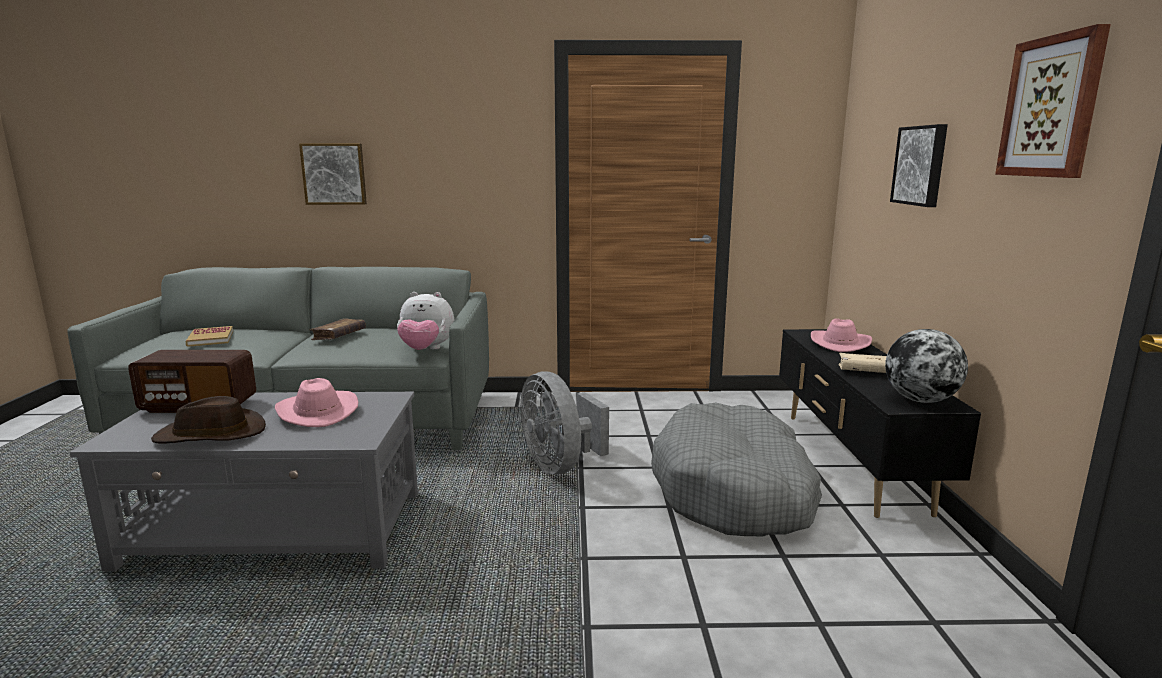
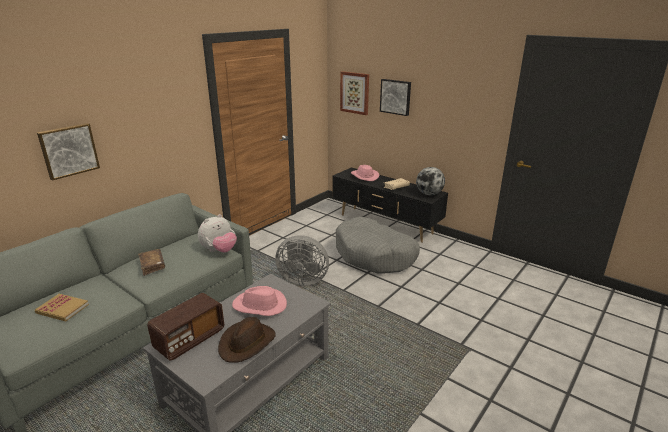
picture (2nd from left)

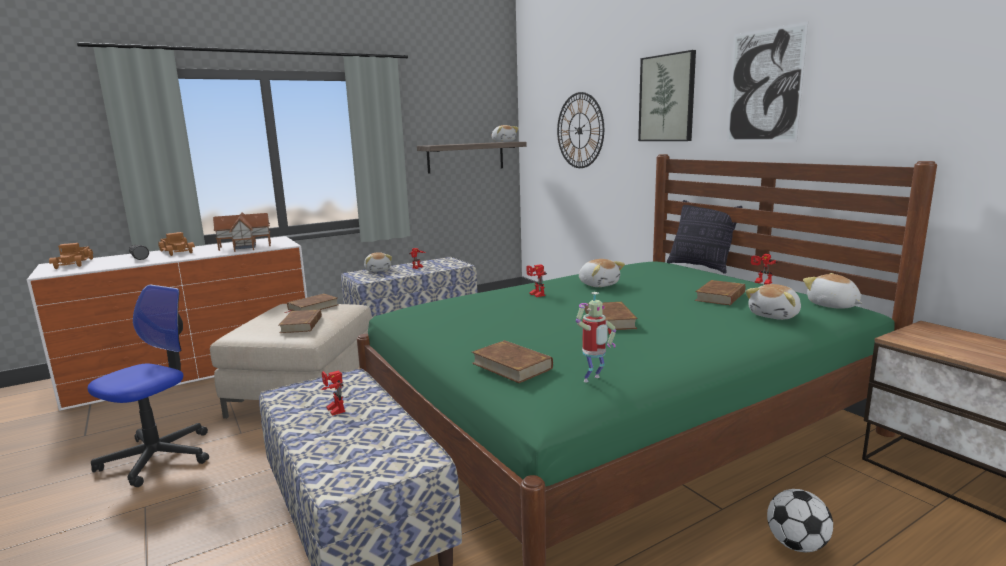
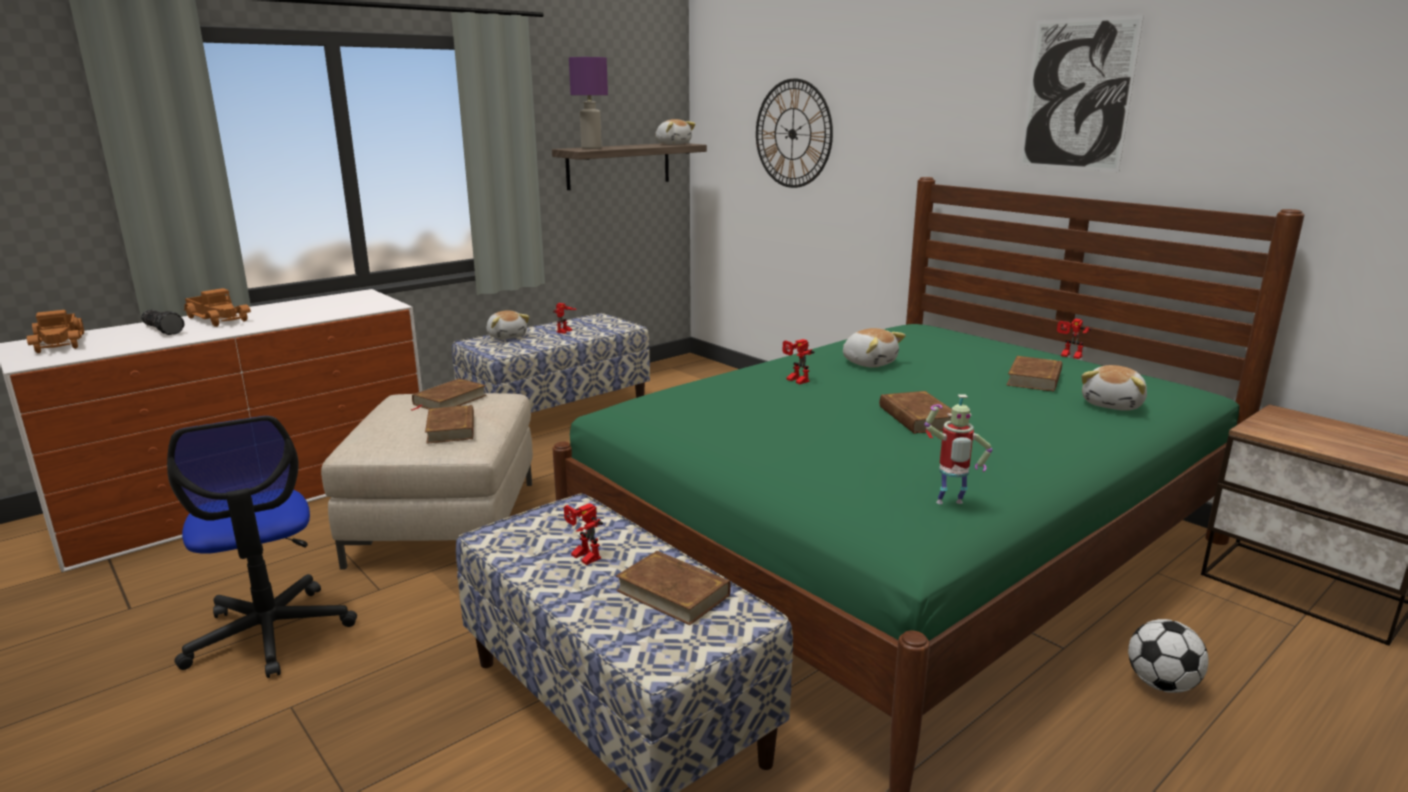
office chair; toy house; brown book (3rd from left); toy robot (4th from left); picture (1st from left in the first image); pillow; plush toy (5th from left in the first image); purple table lamp

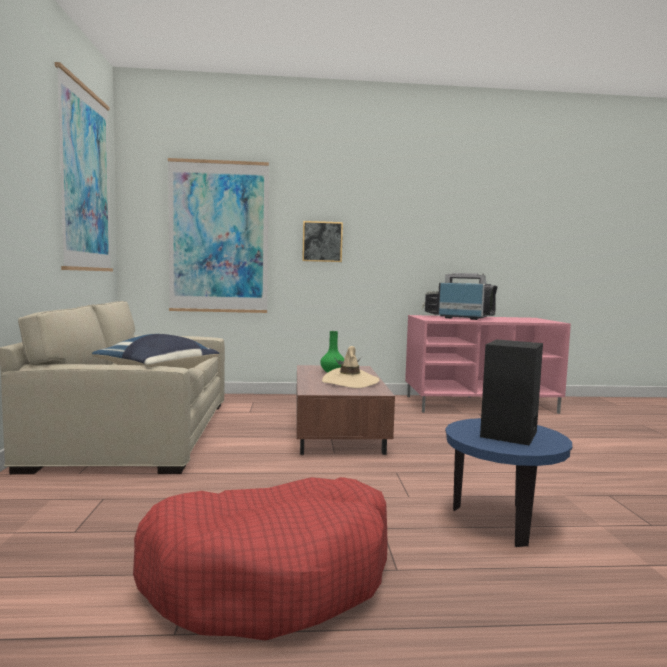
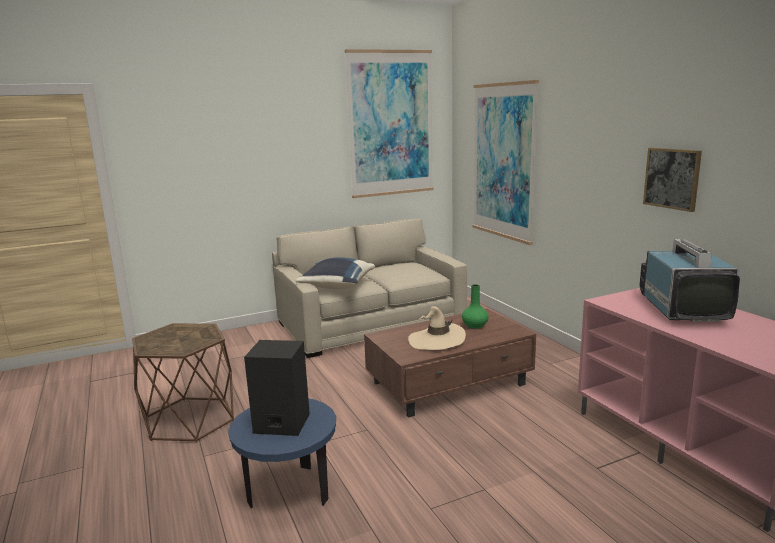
brown side table; picture (3rd from left)

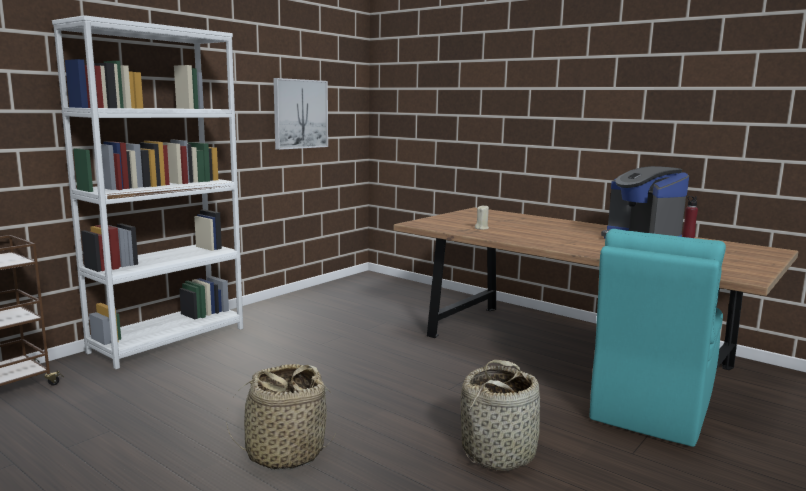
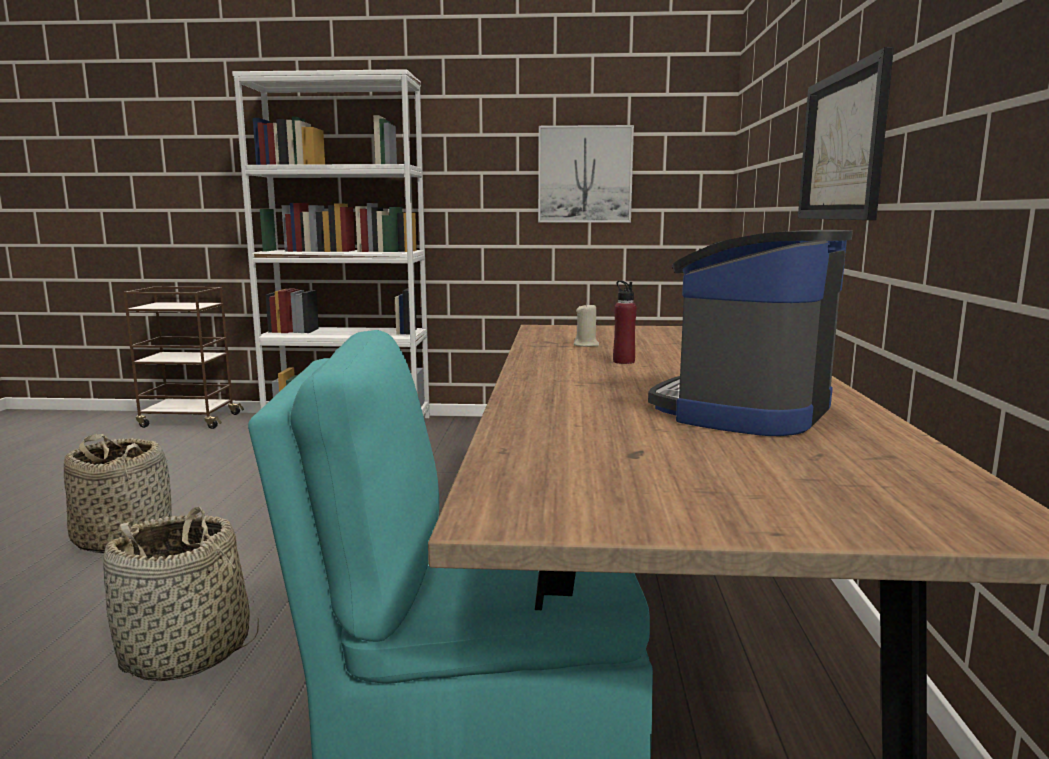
red bottle; picture (2nd from left)

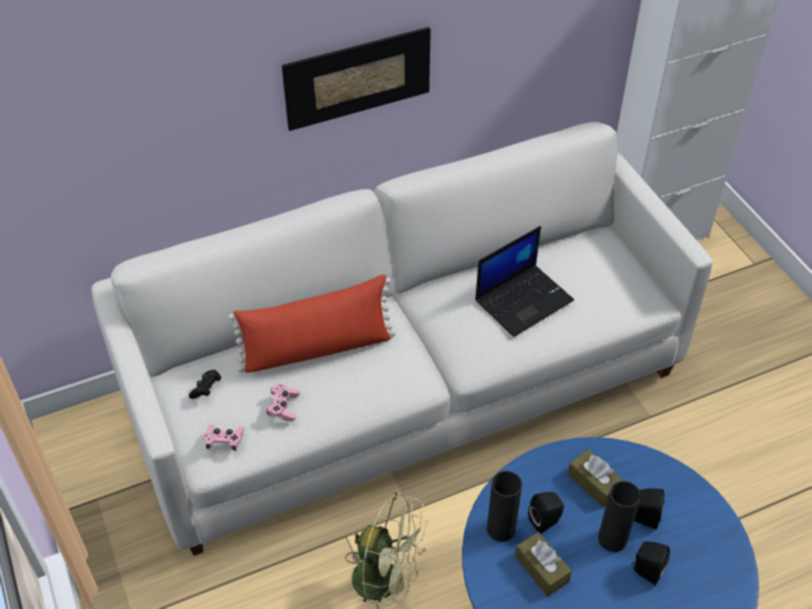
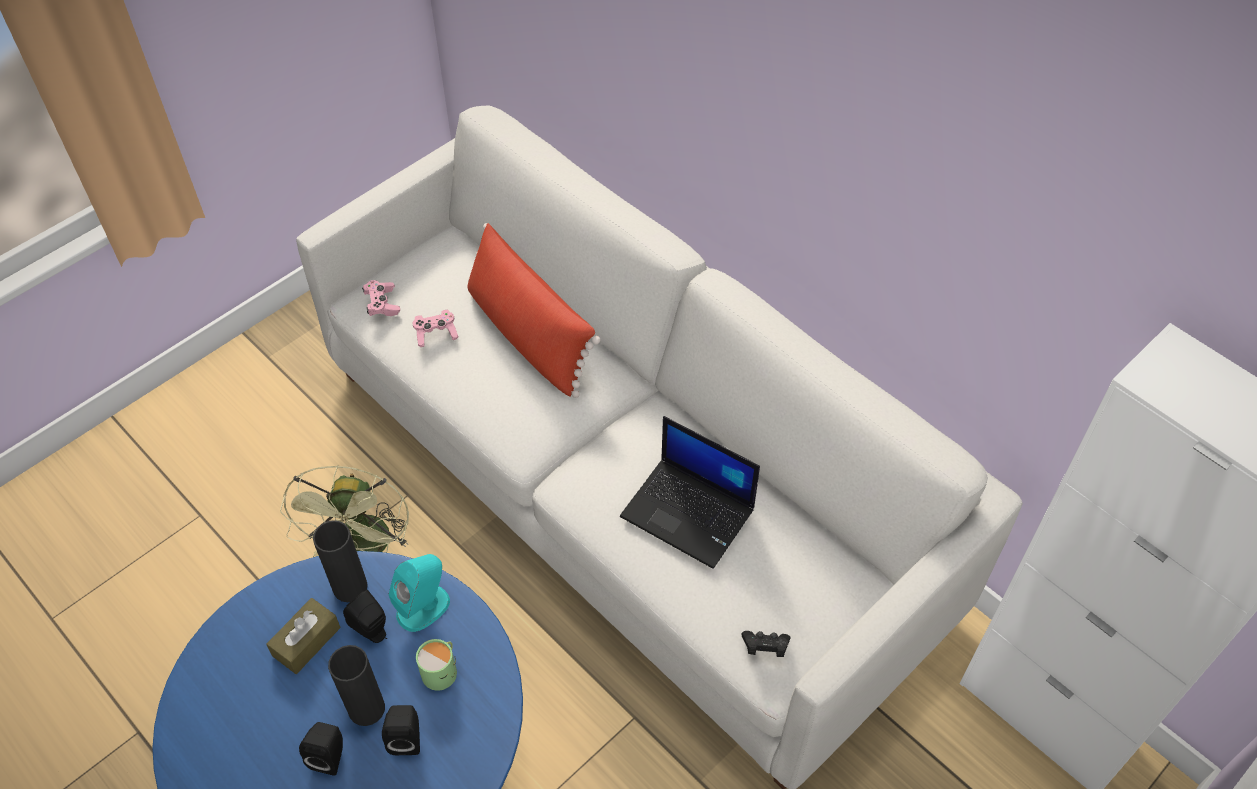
black game controller; picture; green mug; turquoise speaker

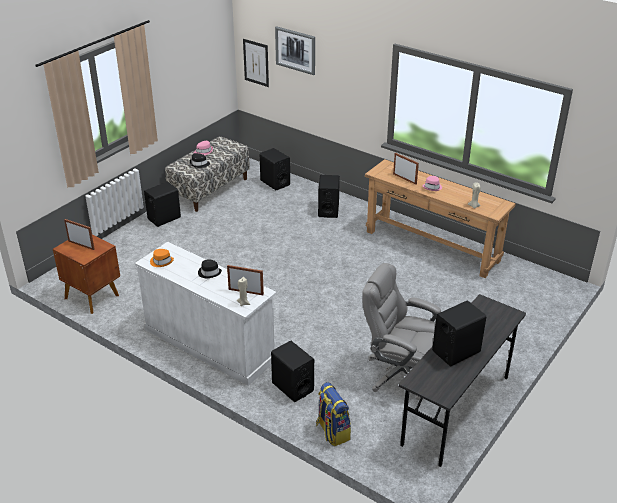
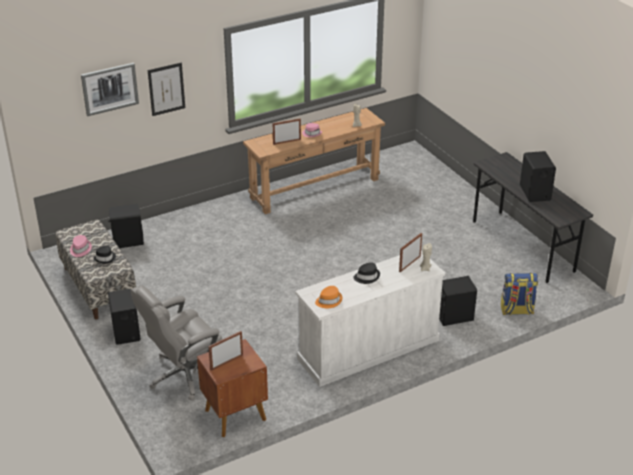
picture (2nd from left); black speaker (4th from left in the first image); grey office chair

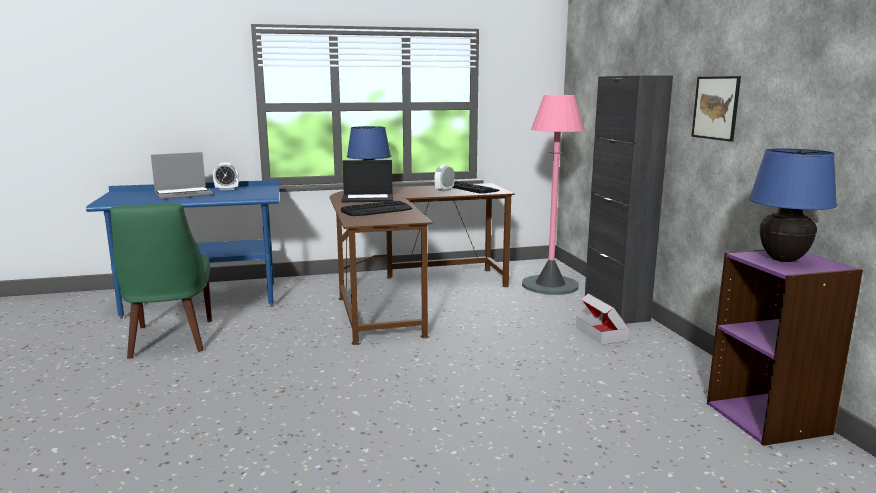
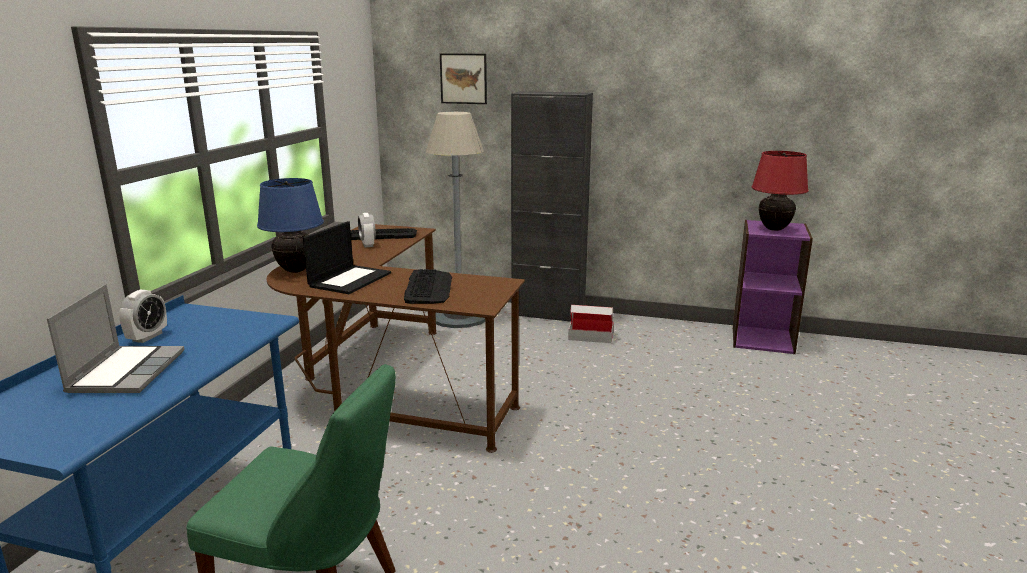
grey floor lamp; picture; red table lamp

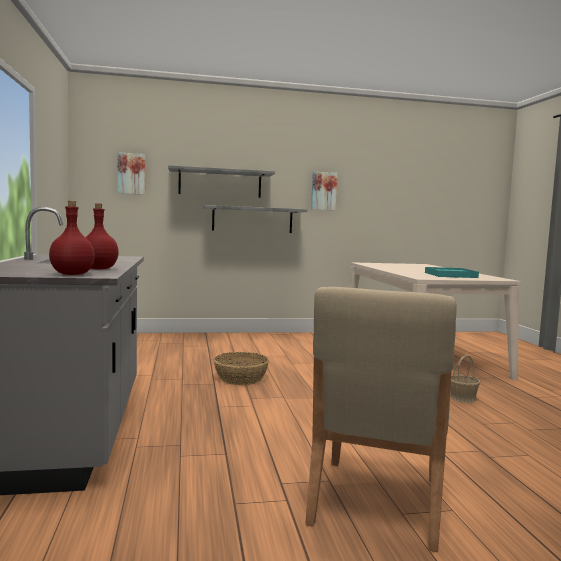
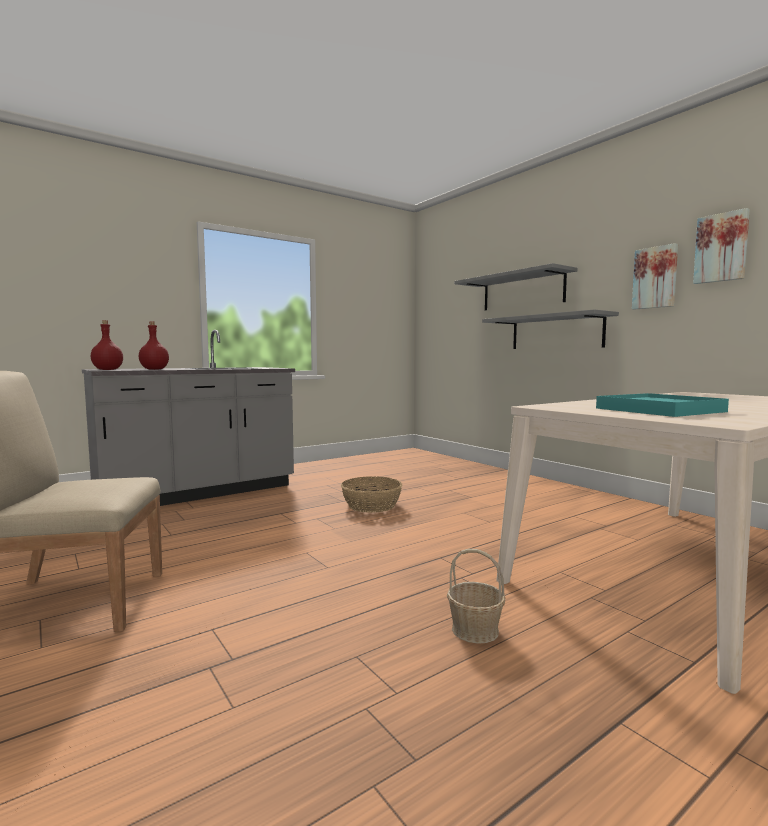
picture (2nd from left)

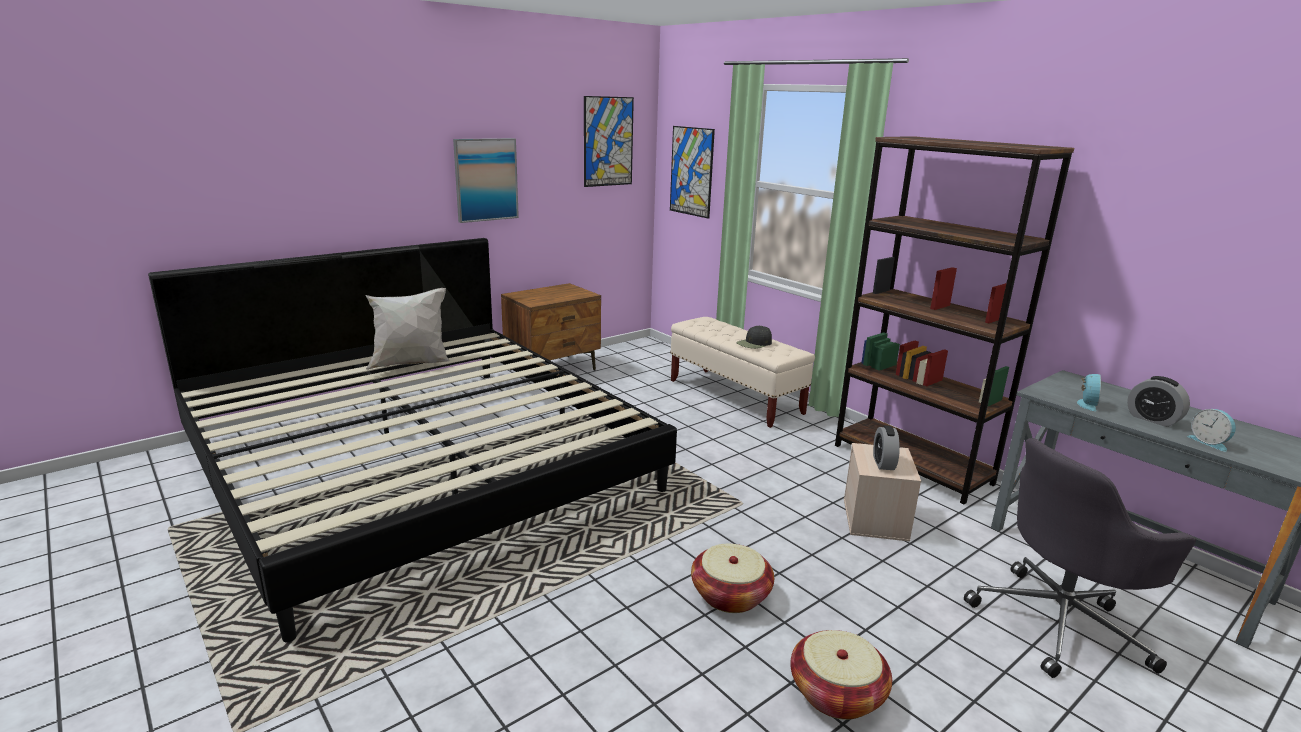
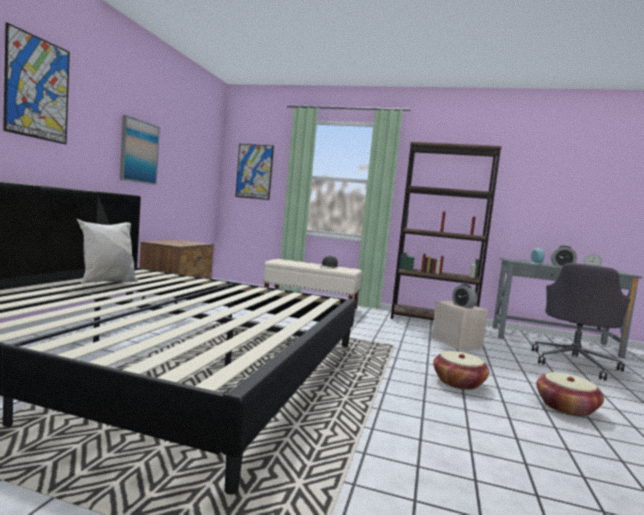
picture (1st from left)

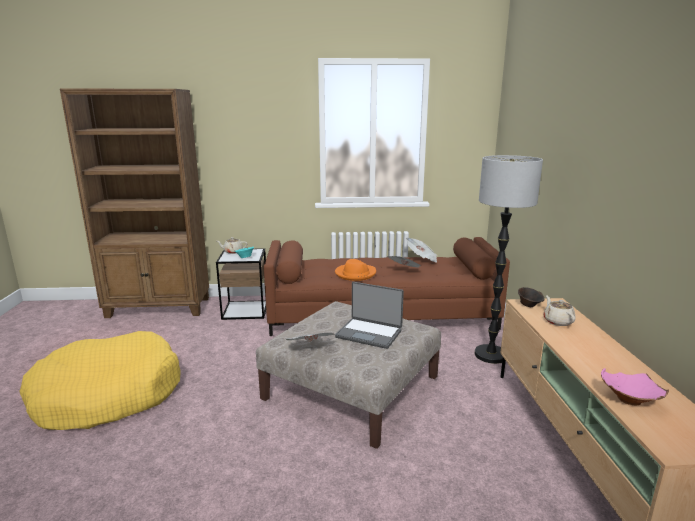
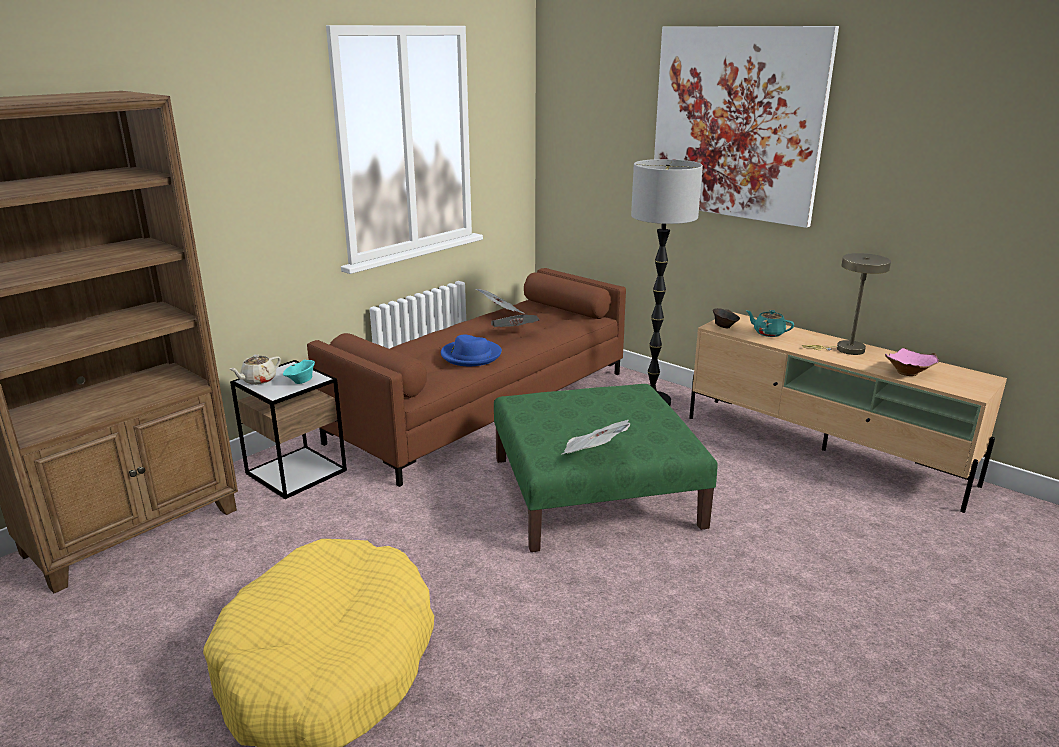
green ottoman; blue hat; laptop; turquoise teapot; picture; beige table lamp

